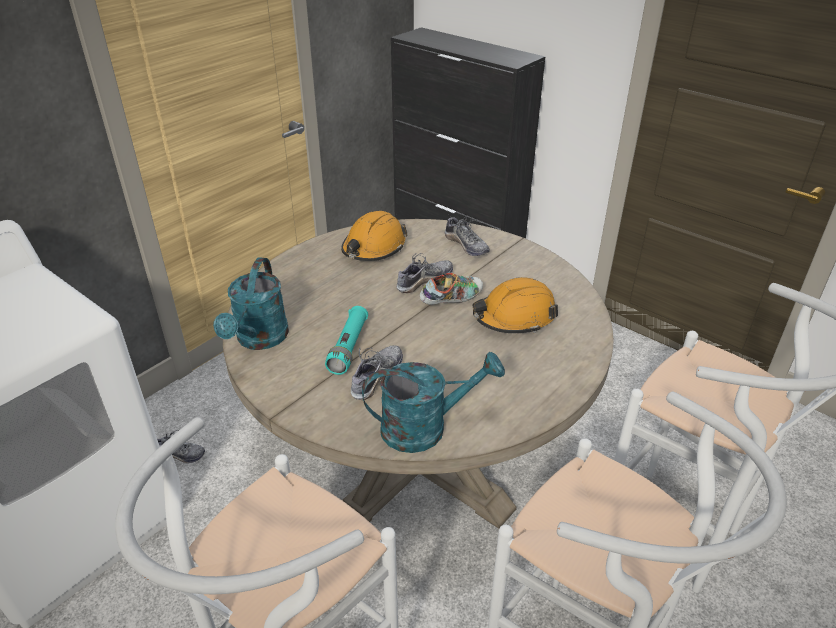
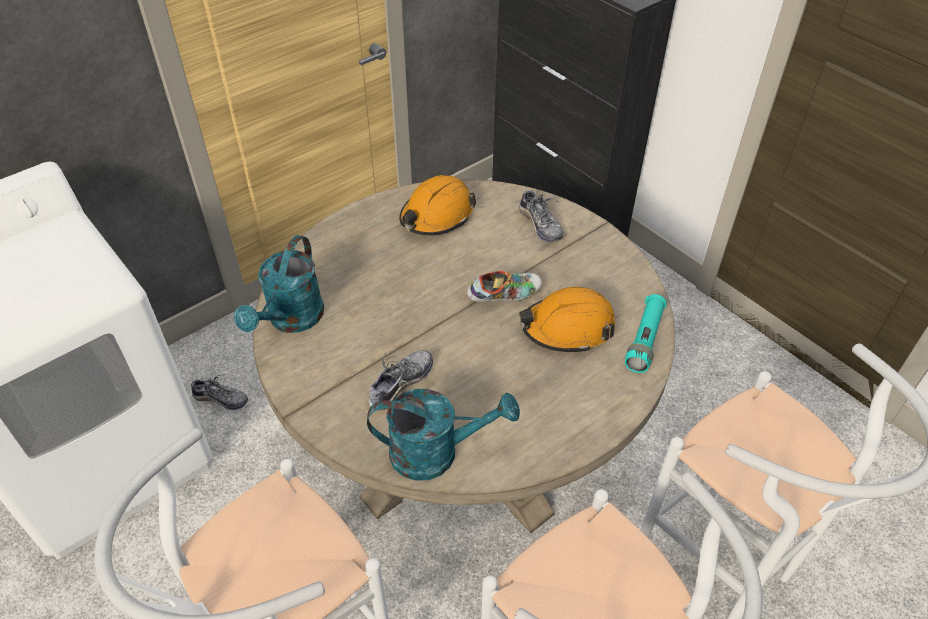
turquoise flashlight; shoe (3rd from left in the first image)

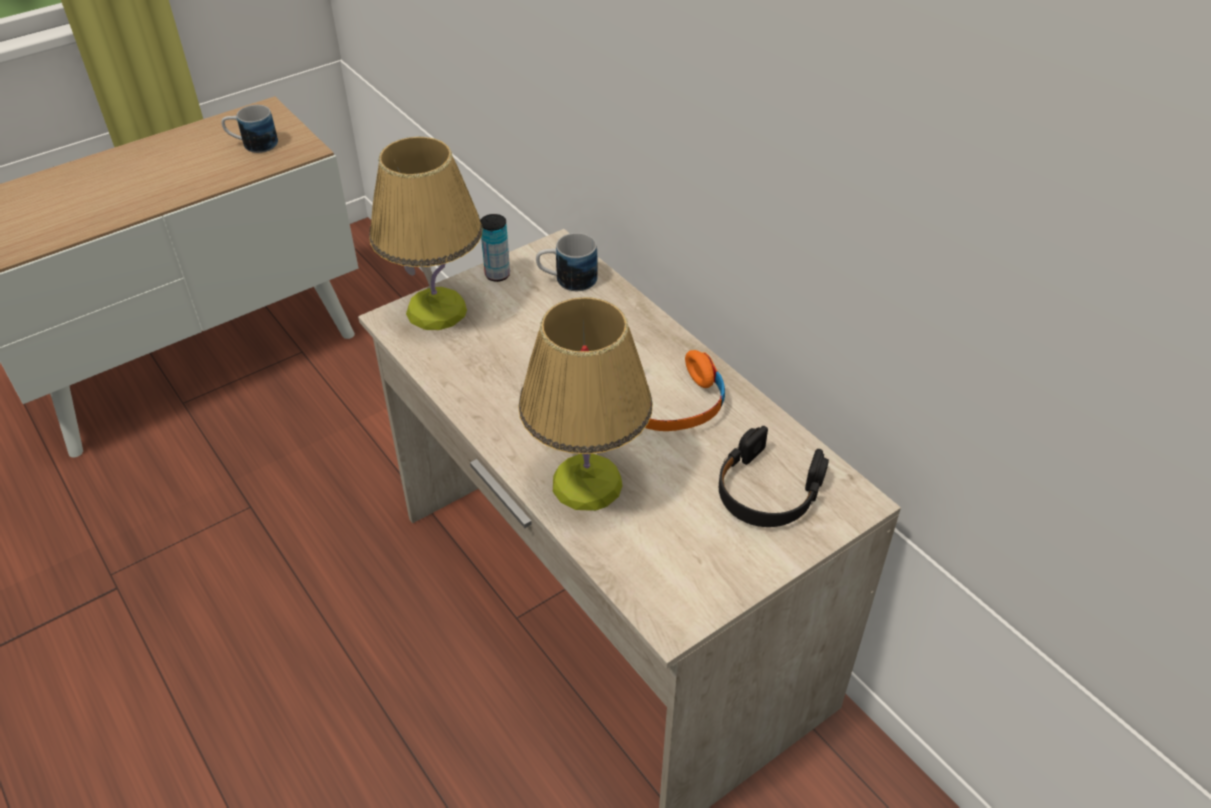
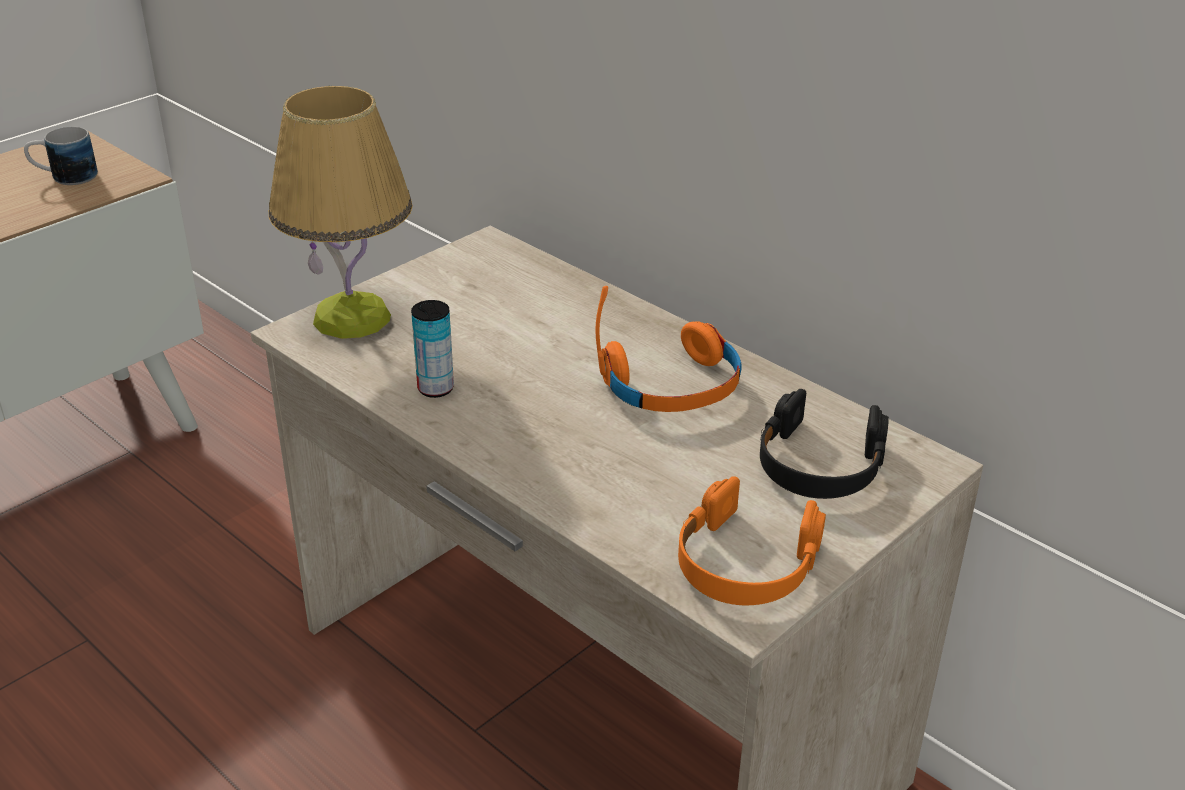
can; table lamp (2nd from left in the first image); mug (2nd from left in the first image); orange headphones (2nd from left)

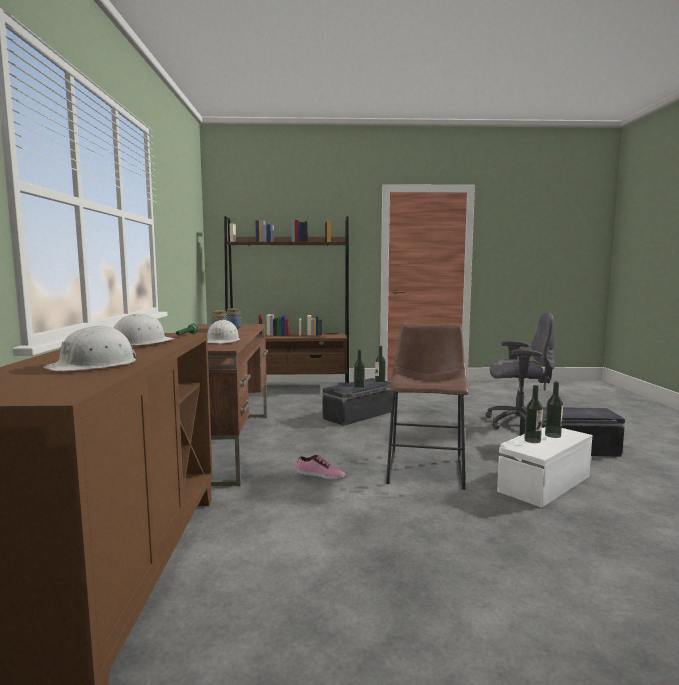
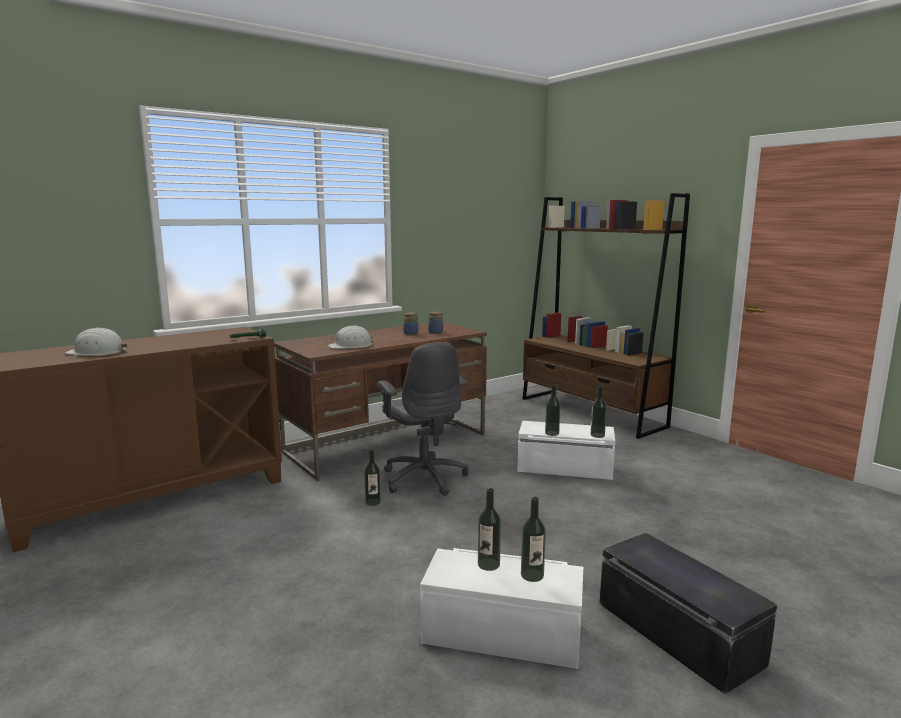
white hard hat (2nd from left in the first image); bottle (1st from left); white storage box (2nd from left); brown stool; grey office chair

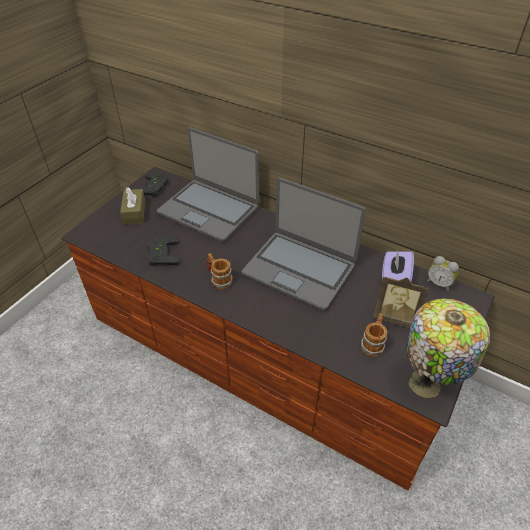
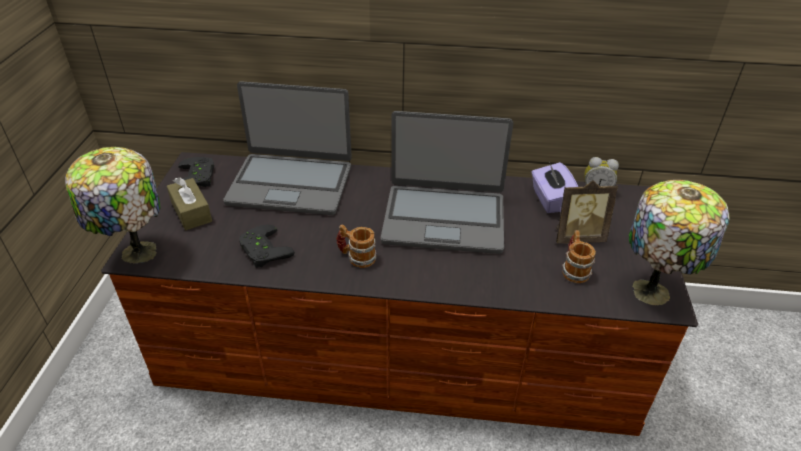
table lamp (1st from left)

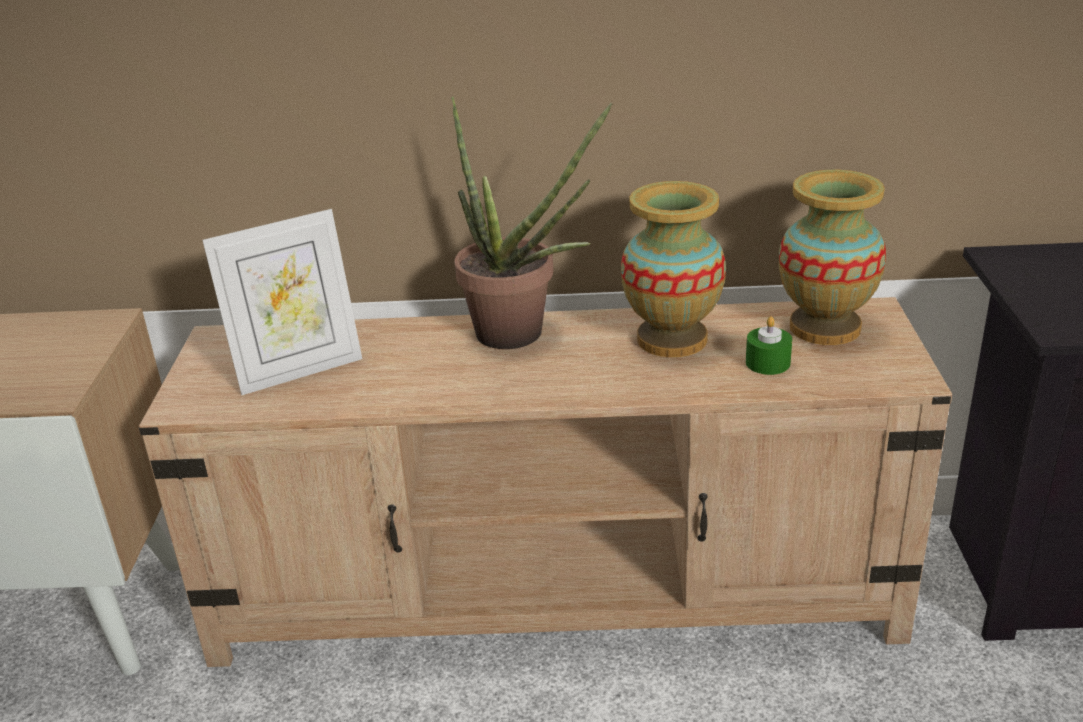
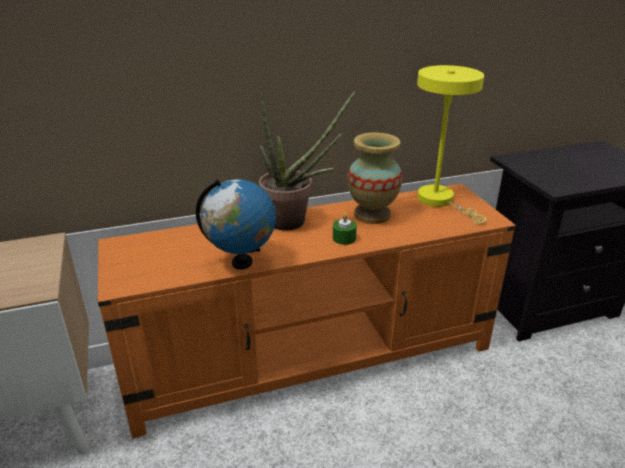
orange tv stand; picture frame; green candle; yellow table lamp; globe

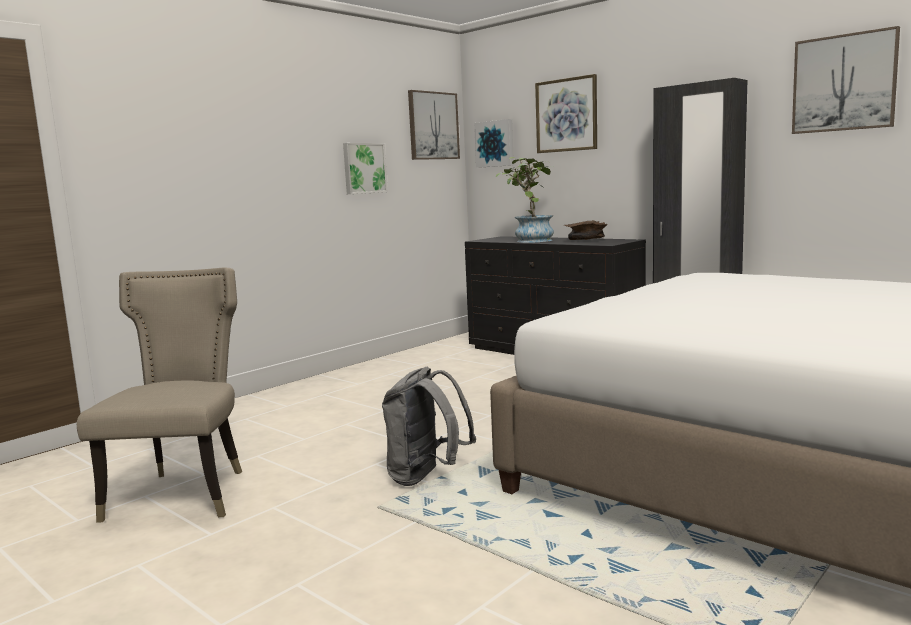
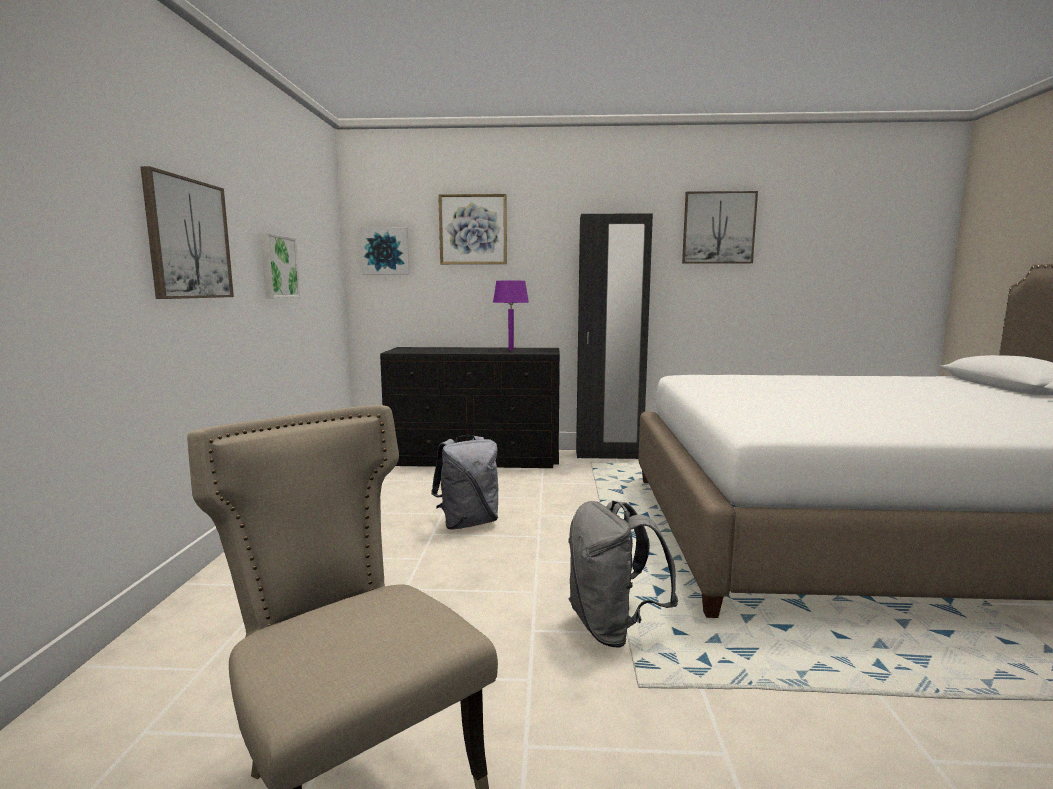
picture (1st from left); potted plant; purple table lamp; grey backpack (1st from left)

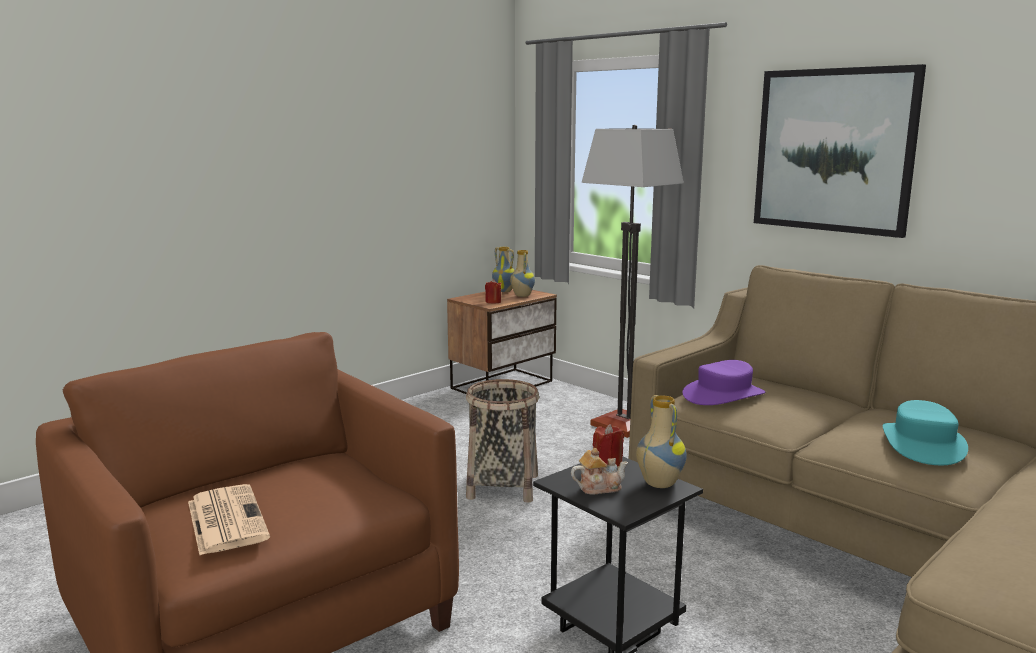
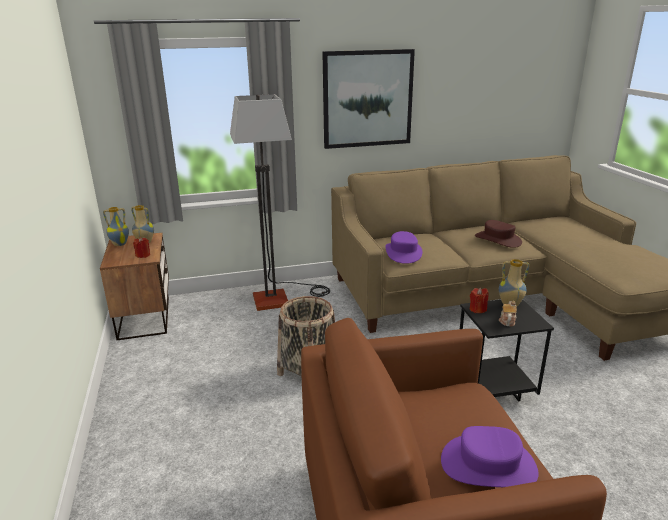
purple hat (2nd from left); brown hat

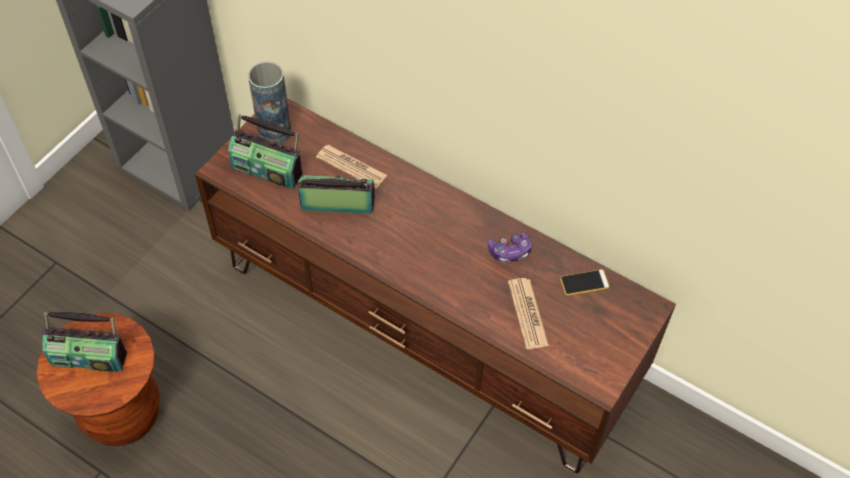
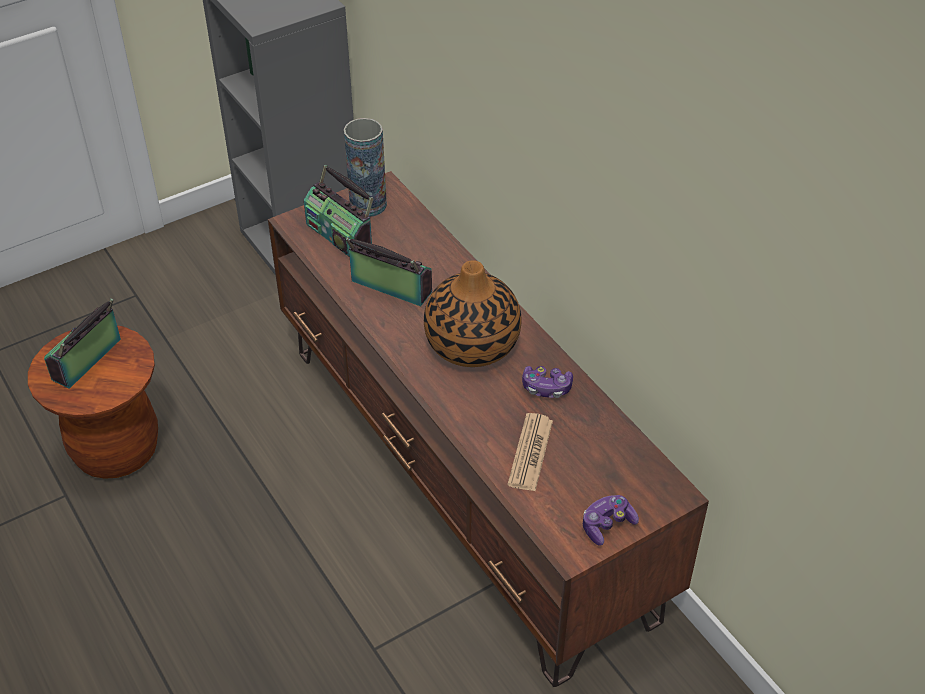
radio (1st from left); newspaper (1st from left in the first image); phone; vase (2nd from left); game controller (2nd from left)

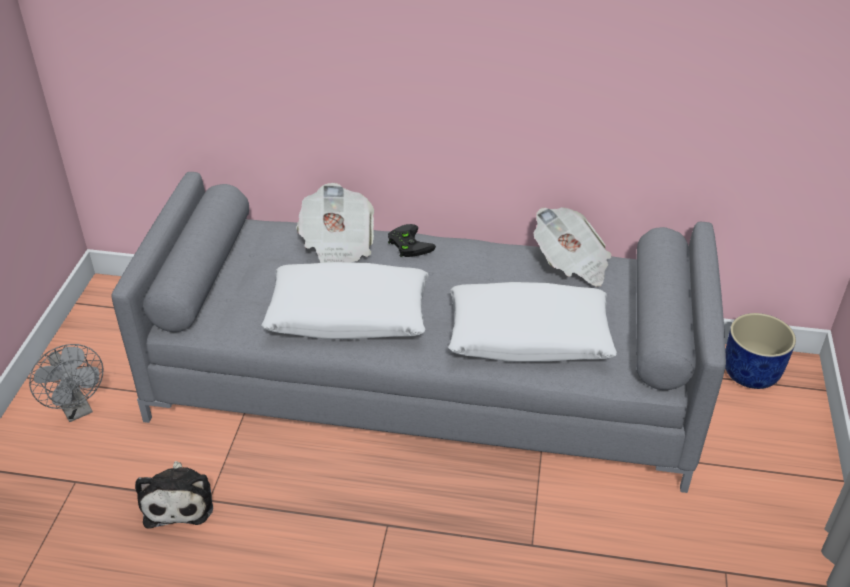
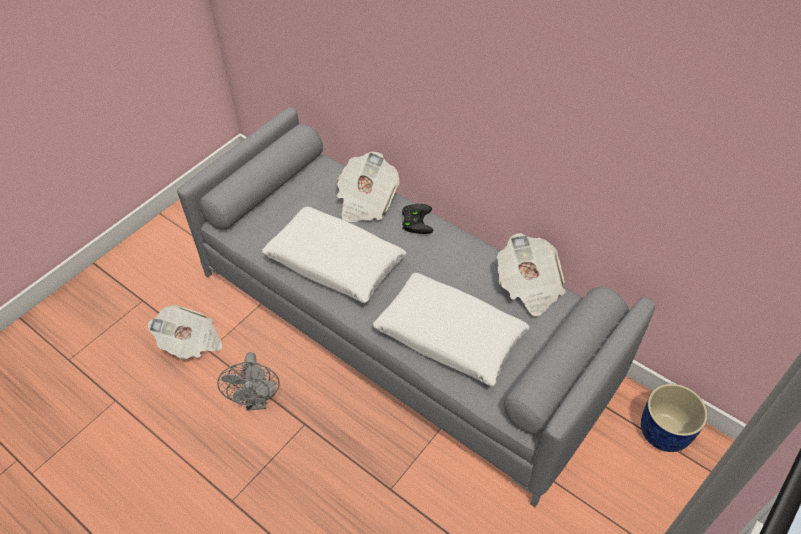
grey fan; newspaper (1st from left)

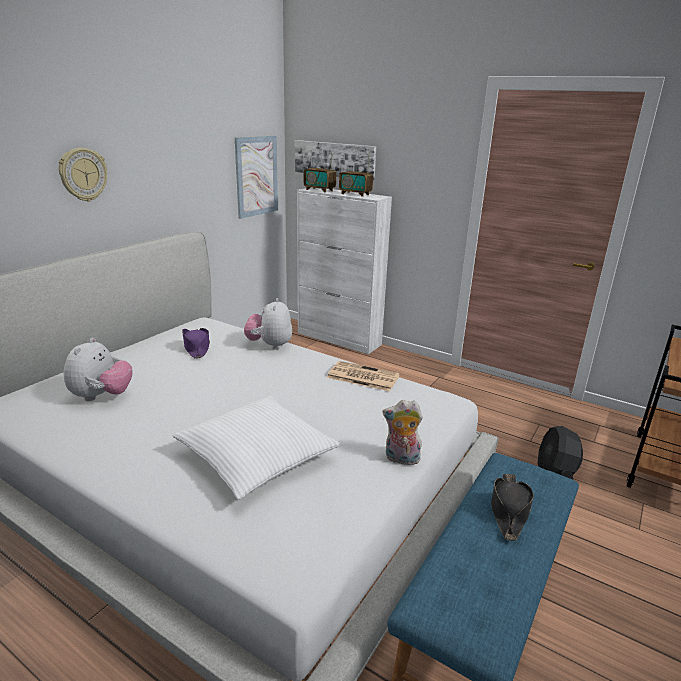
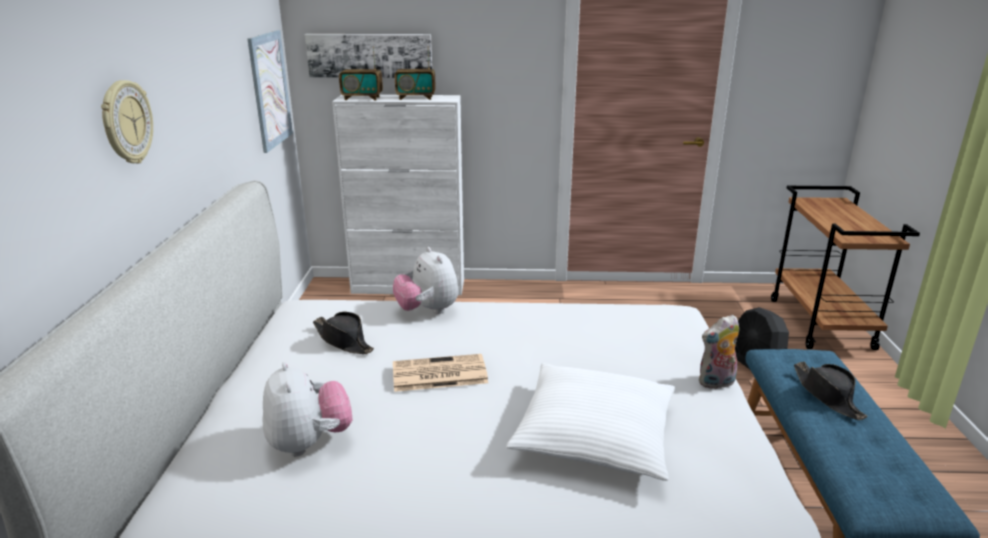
black hat (1st from left); newspaper

